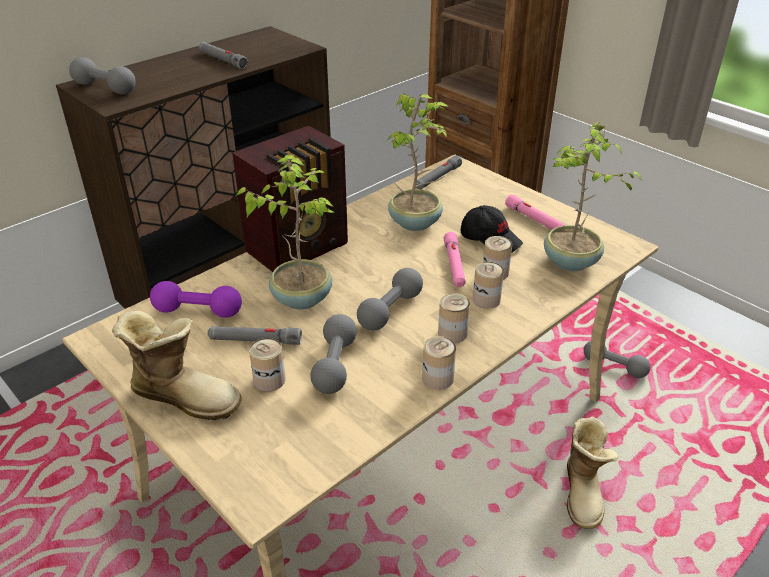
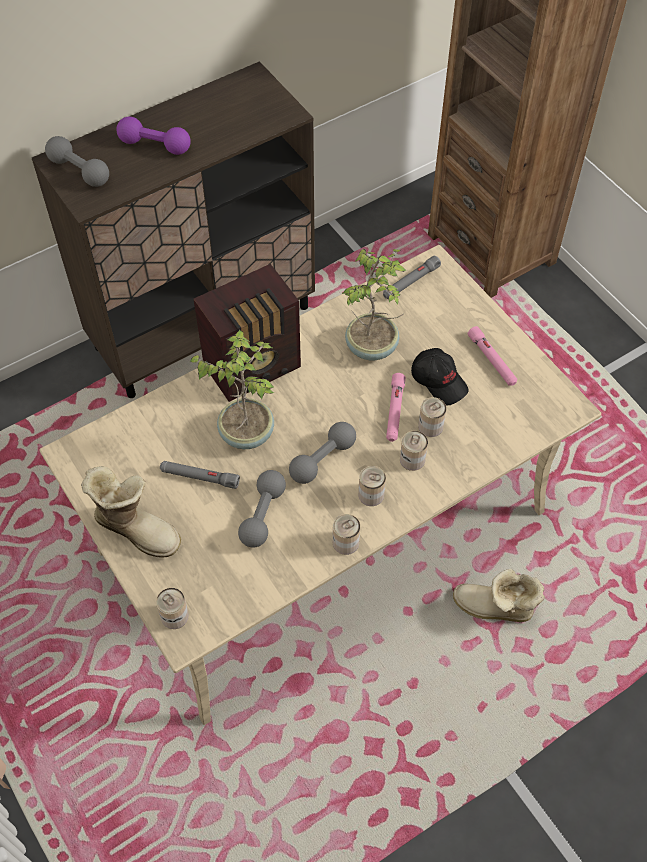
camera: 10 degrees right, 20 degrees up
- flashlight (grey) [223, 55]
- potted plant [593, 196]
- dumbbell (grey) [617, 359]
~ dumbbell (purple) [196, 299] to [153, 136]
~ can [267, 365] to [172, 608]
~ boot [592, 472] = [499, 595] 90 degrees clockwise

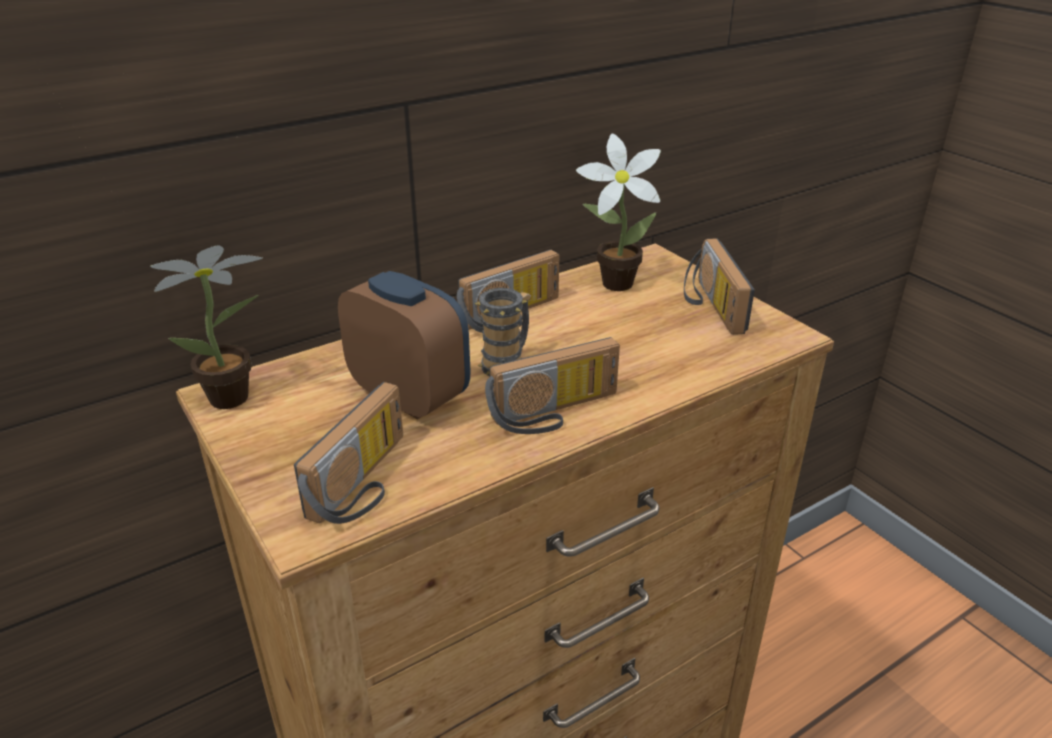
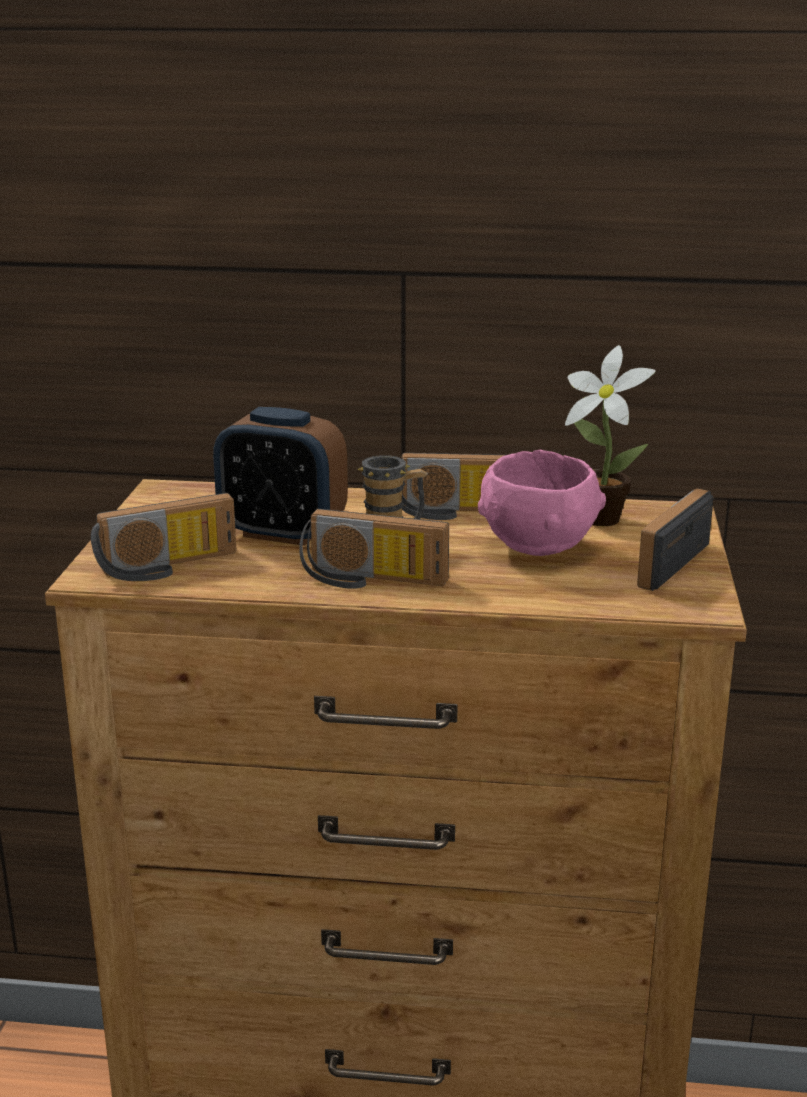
camera: 40 degrees right, 10 degrees down
- potted plant [206, 327]
+ bowl (pink) [542, 503]
~ alarm clock [404, 345] = [280, 476] 120 degrees clockwise

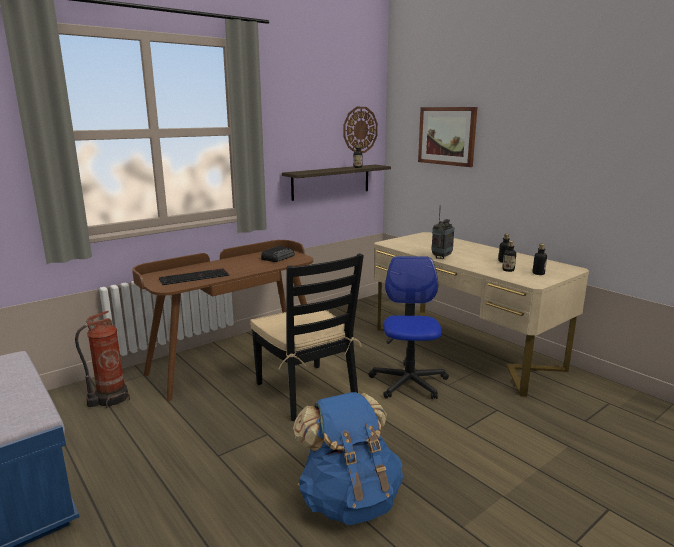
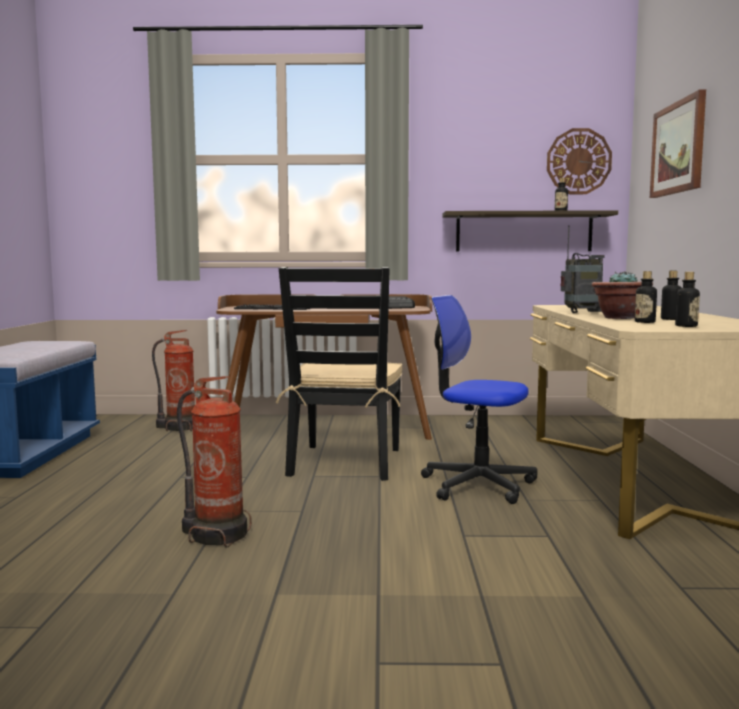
camera: 40 degrees right, 10 degrees down
+ potted plant [622, 295]
~ backpack (blue) [348, 458] to fire extinguisher [214, 461]
~ office chair [409, 327] = [479, 399] 105 degrees counterclockwise

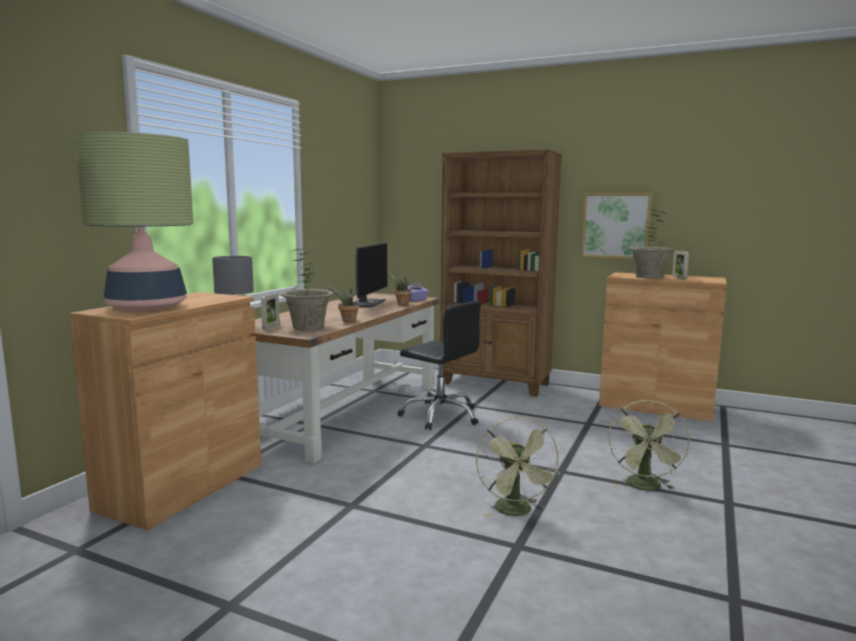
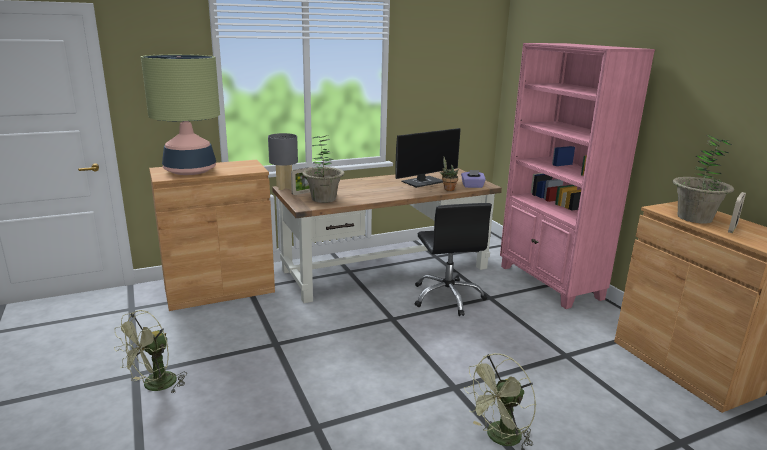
camera: 40 degrees right, 10 degrees up
- potted plant [342, 303]
- picture [616, 226]
~ fan (green) [518, 467] to [150, 352]
~ bookcase (brown) [501, 273] to bookcase (pink) [577, 176]

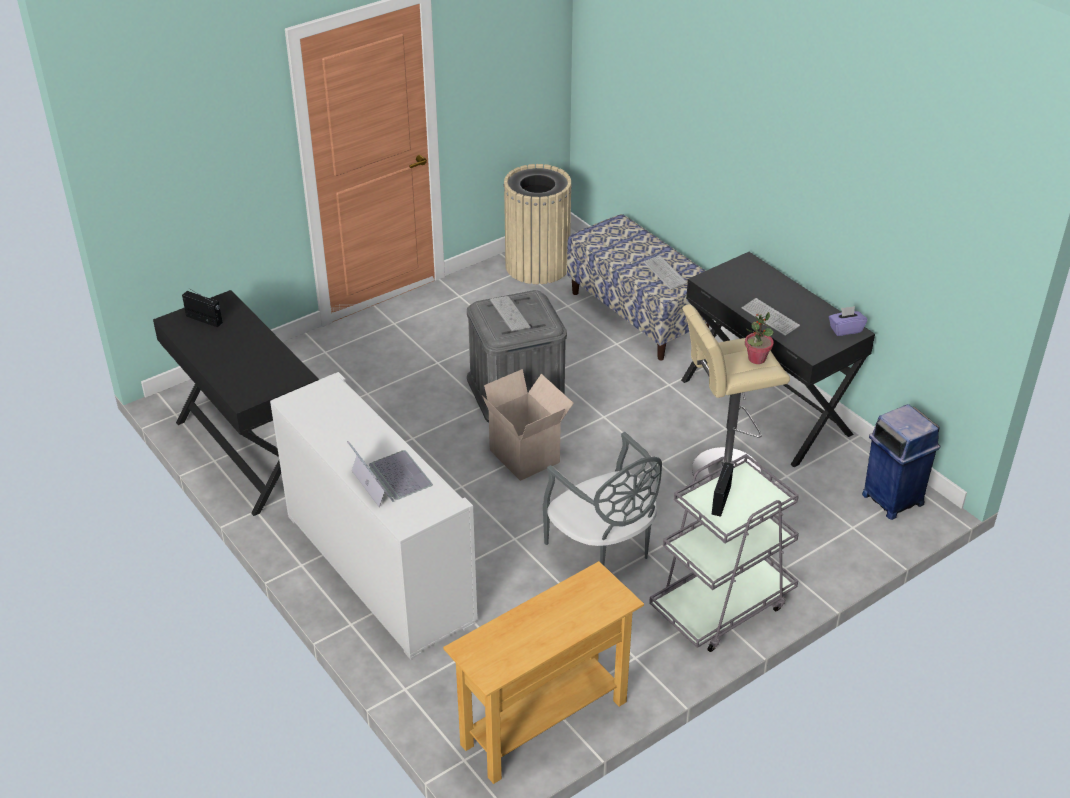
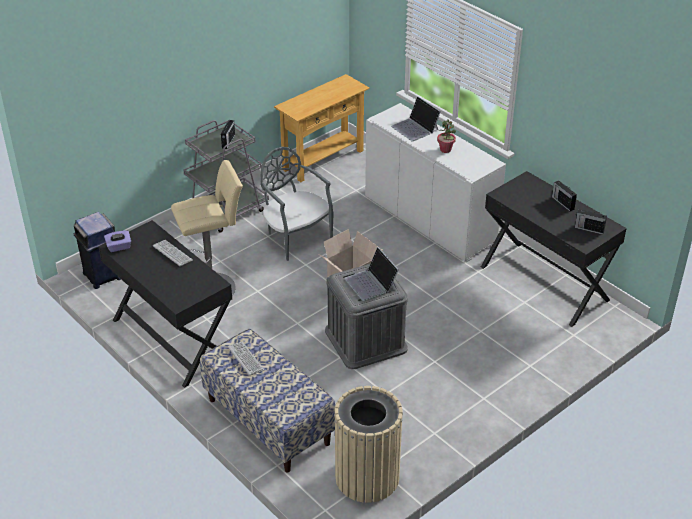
camera: 175 degrees right, 0 degrees up
+ radio [564, 195]
~ potted plant [759, 338] to [446, 136]
~ keyboard [510, 313] to laptop [371, 274]

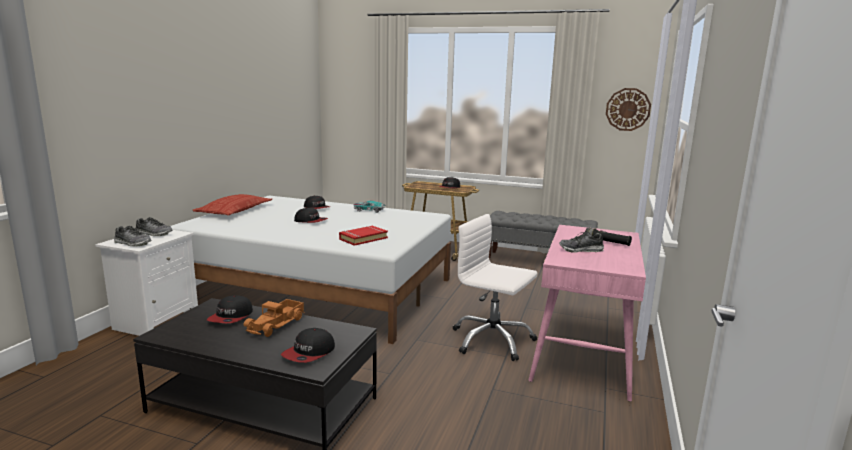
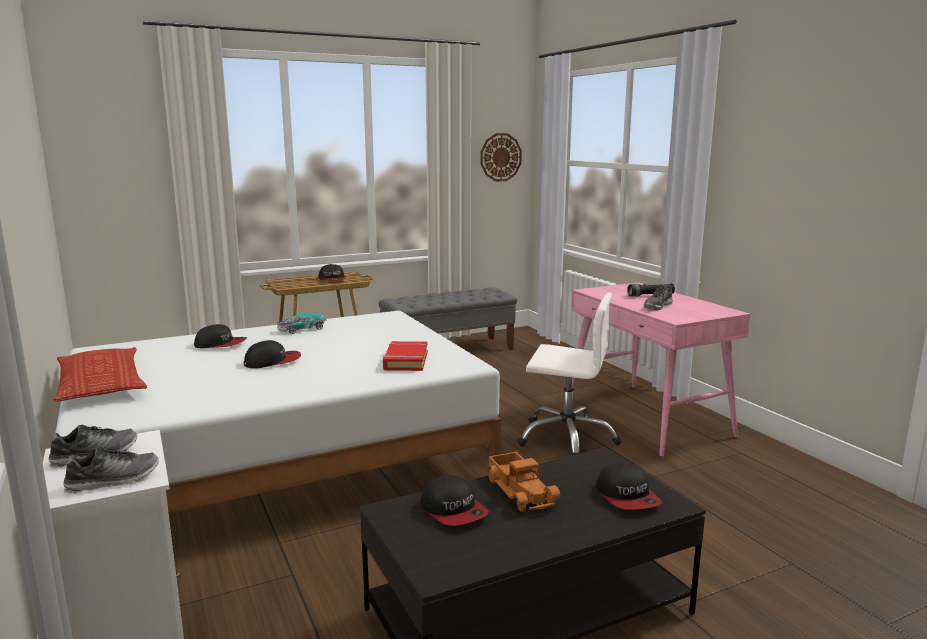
camera: 45 degrees left, 0 degrees up
~ office chair (white) [495, 287] = [569, 374] 150 degrees counterclockwise

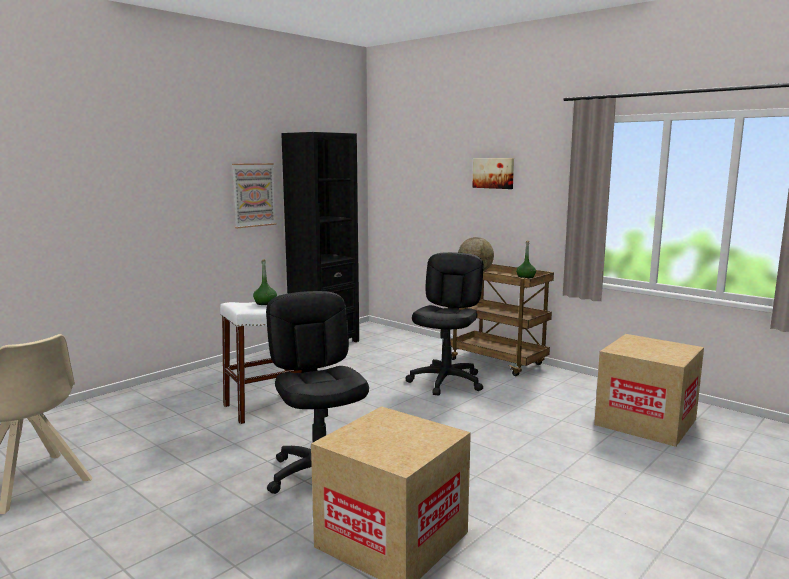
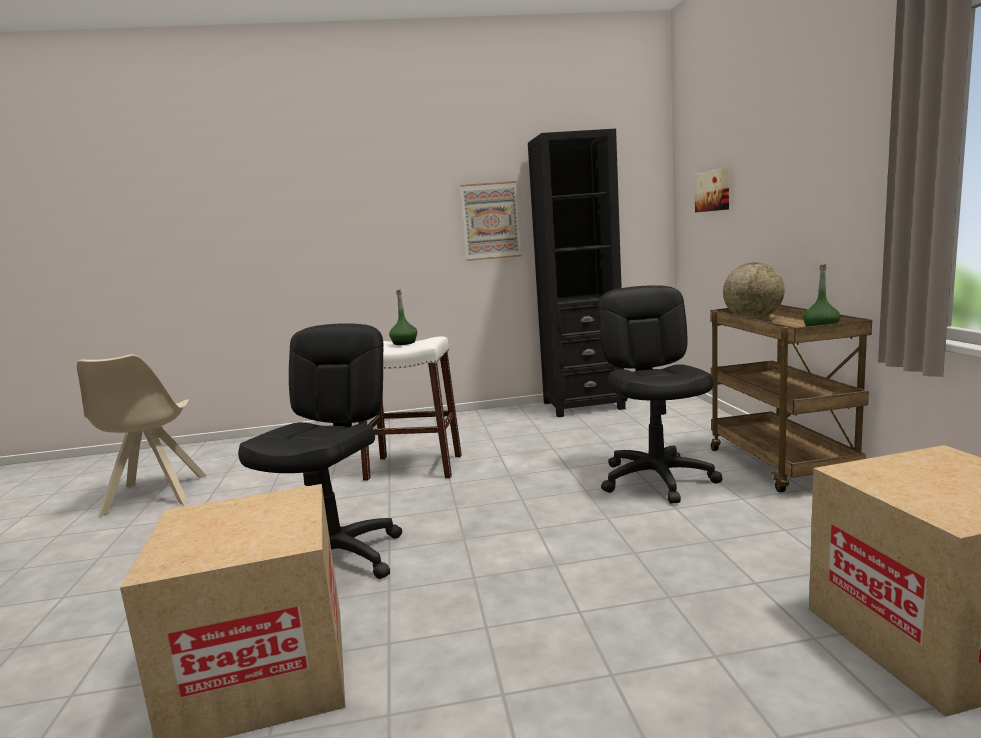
camera: 40 degrees right, 0 degrees up
~ picture [493, 173] to [712, 190]
~ office chair (black) [444, 324] = [660, 394] 60 degrees counterclockwise

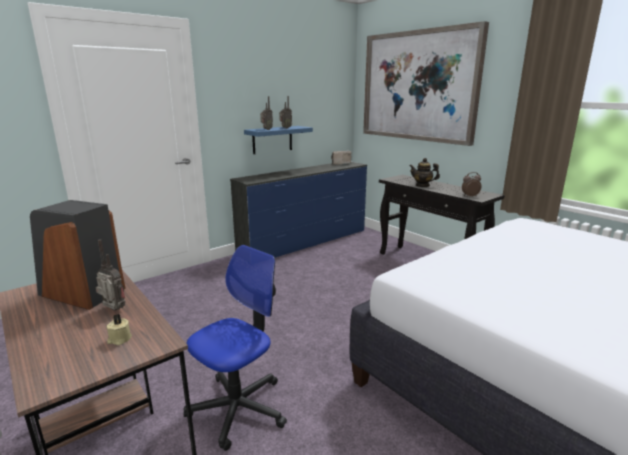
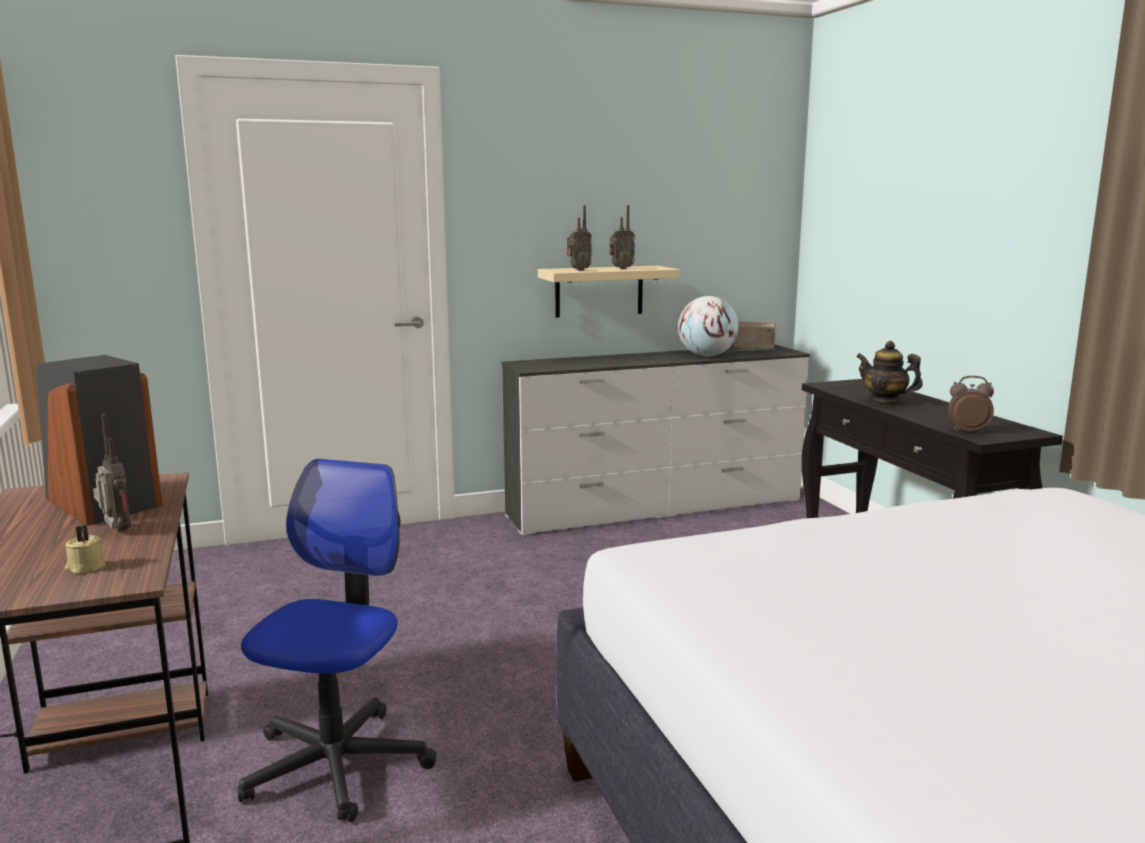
camera: 20 degrees right, 5 degrees down
- picture [426, 83]
+ globe [708, 326]
~ dresser (blue) [298, 210] to dresser (white) [656, 440]
~ shelf (blue) [278, 140] to shelf (beige) [609, 292]
~ office chair [235, 348] = [337, 640] 45 degrees counterclockwise

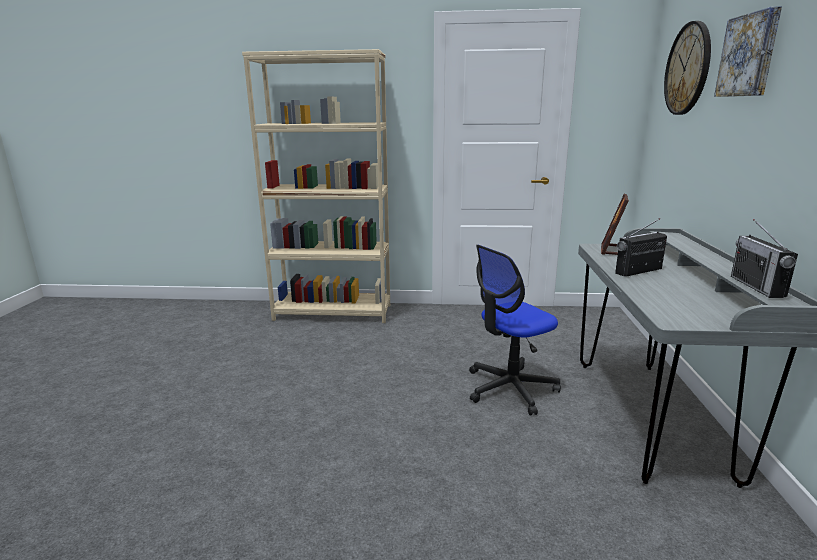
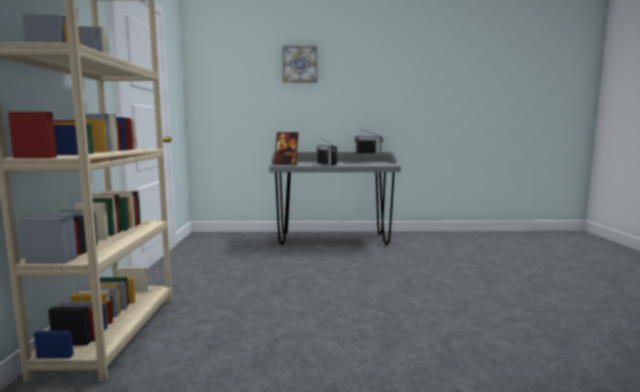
camera: 95 degrees left, 10 degrees down
- office chair [515, 330]
- wall clock [687, 68]

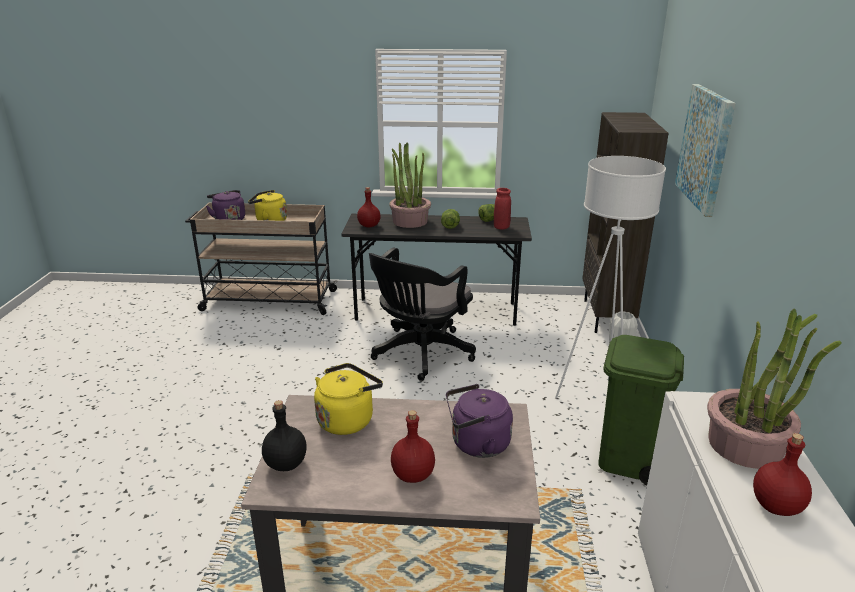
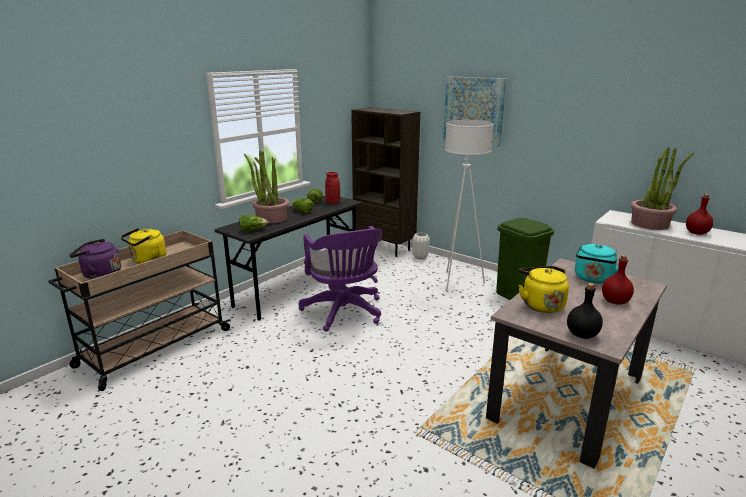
camera: 55 degrees left, 5 degrees down
~ bottle (red) [369, 207] to lettuce [253, 223]
~ office chair (black) [422, 314] to office chair (purple) [340, 279]
~ kettle (purple) [479, 421] to kettle (turquoise) [597, 263]

